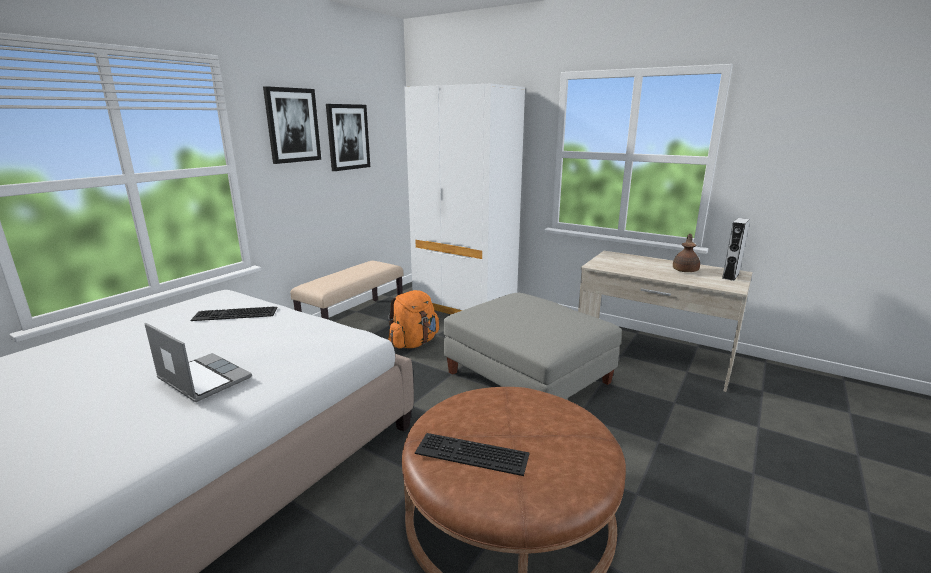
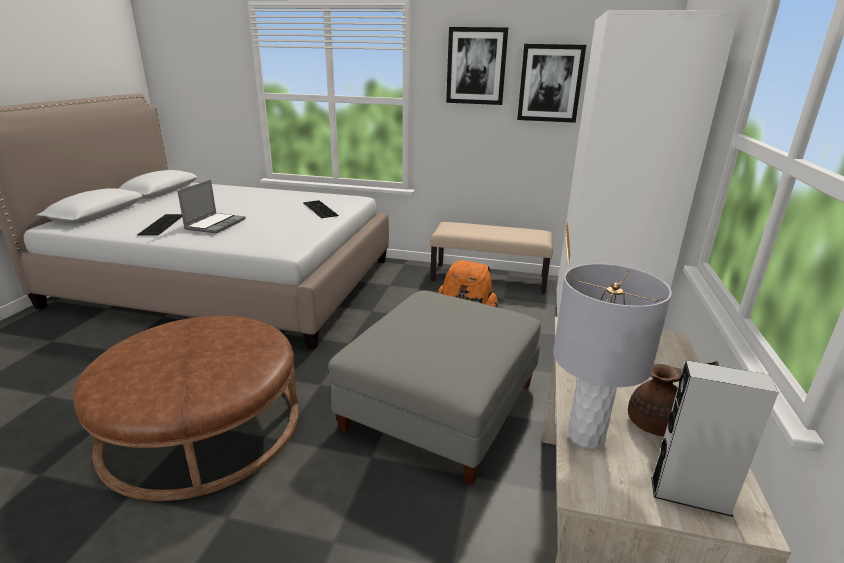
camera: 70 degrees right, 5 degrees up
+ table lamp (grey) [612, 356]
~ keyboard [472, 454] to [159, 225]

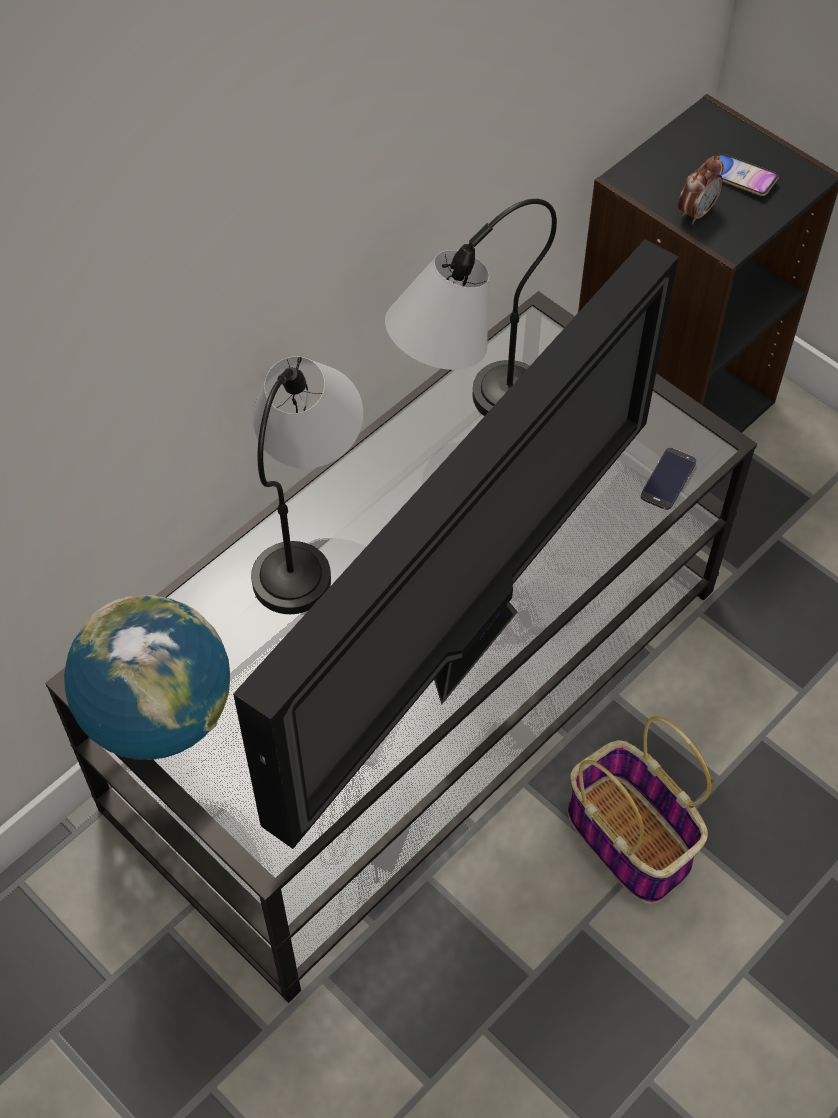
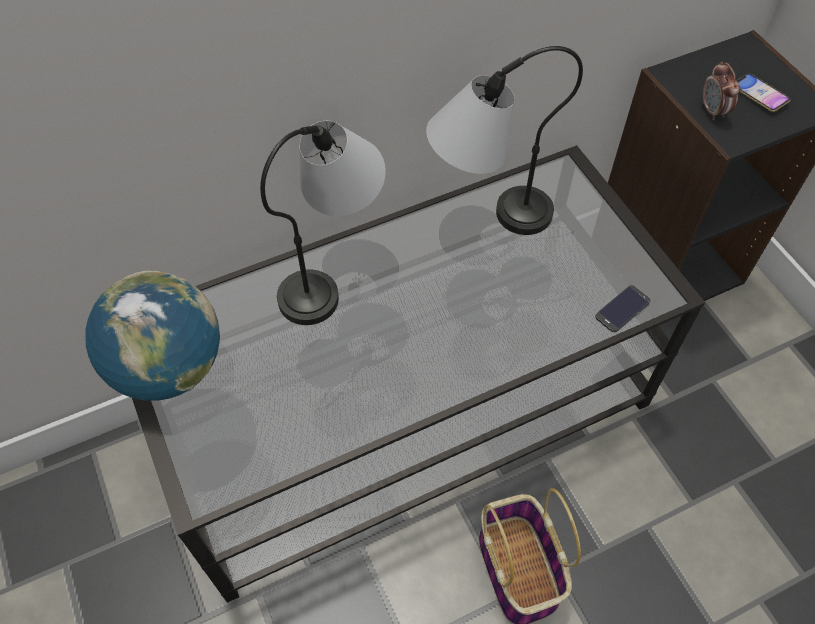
camera: 20 degrees right, 0 degrees up
- television [456, 544]
~ alarm clock [701, 190] = [721, 91] 105 degrees clockwise

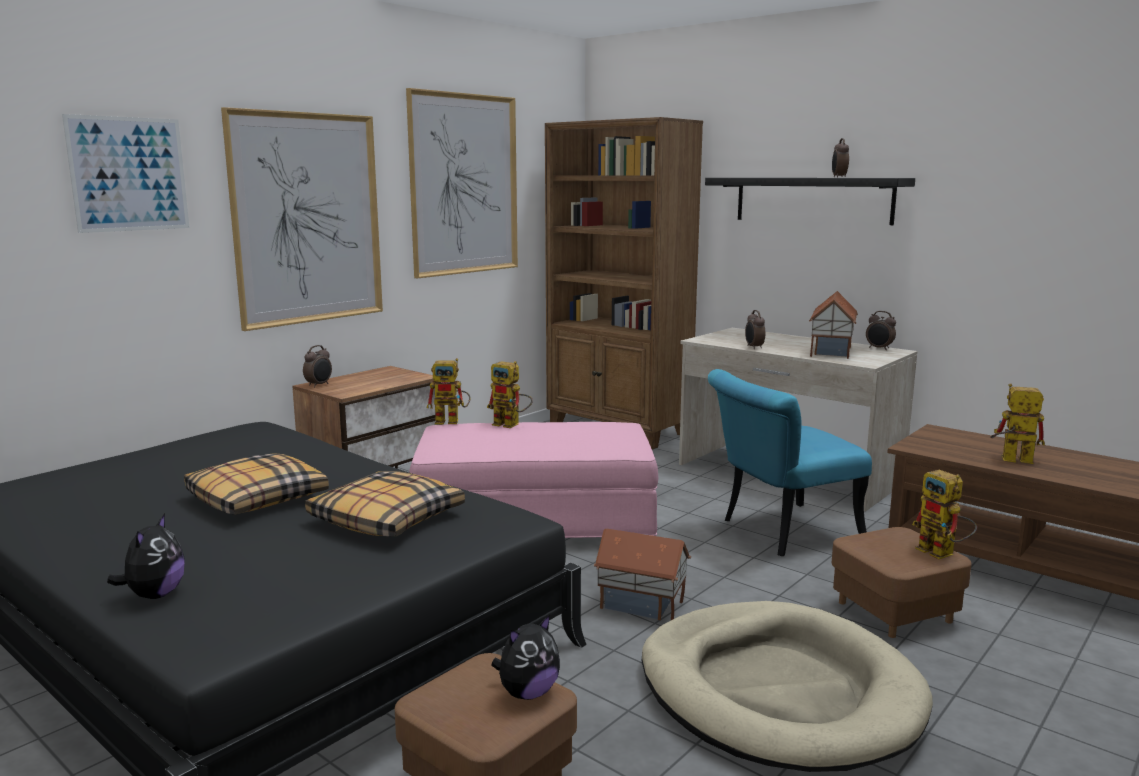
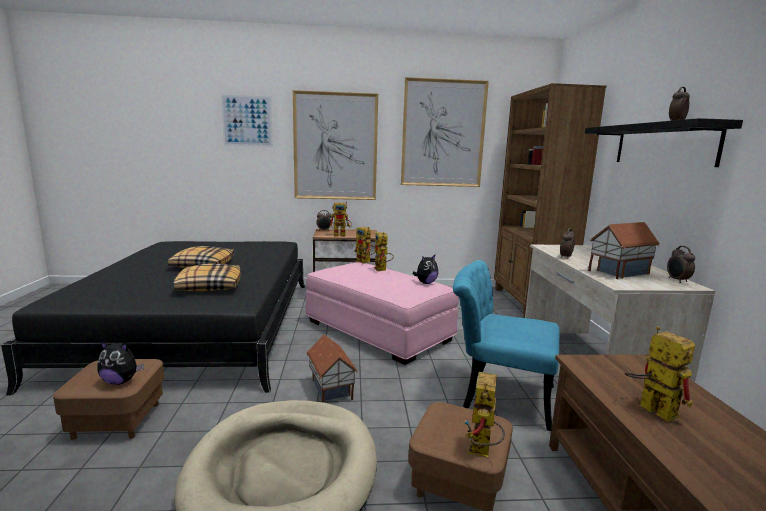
camera: 45 degrees right, 0 degrees up
+ toy robot [340, 219]
~ plush toy [146, 556] to [425, 269]

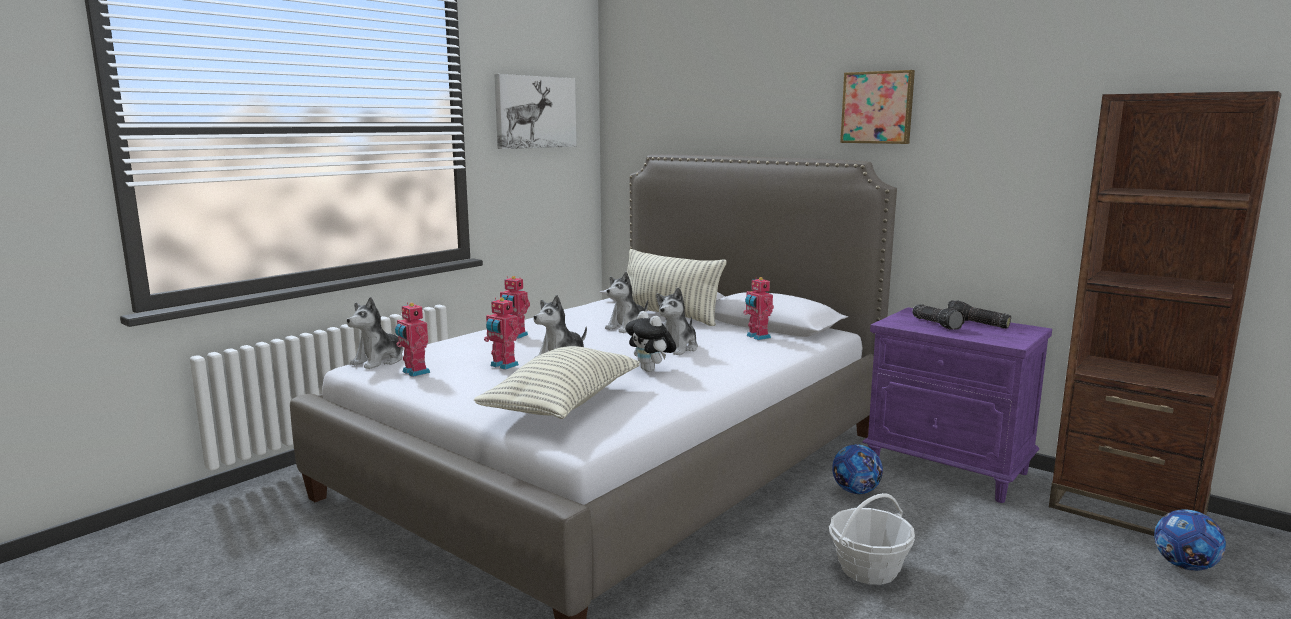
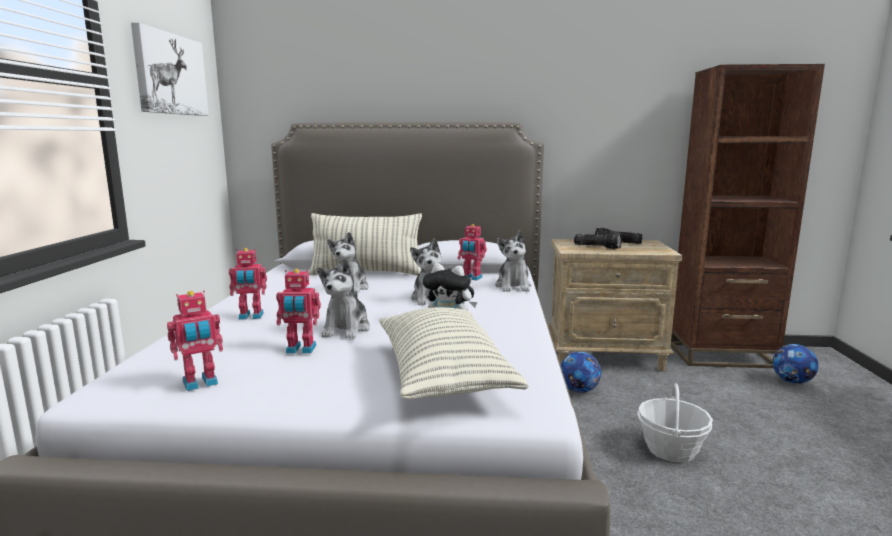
camera: 35 degrees left, 0 degrees up
- picture [877, 107]
~ plush toy [375, 333] to [513, 261]
~ nightstand (purple) [957, 405] to nightstand (beige) [615, 305]
~ toy robot [412, 339] = [195, 340] 45 degrees counterclockwise

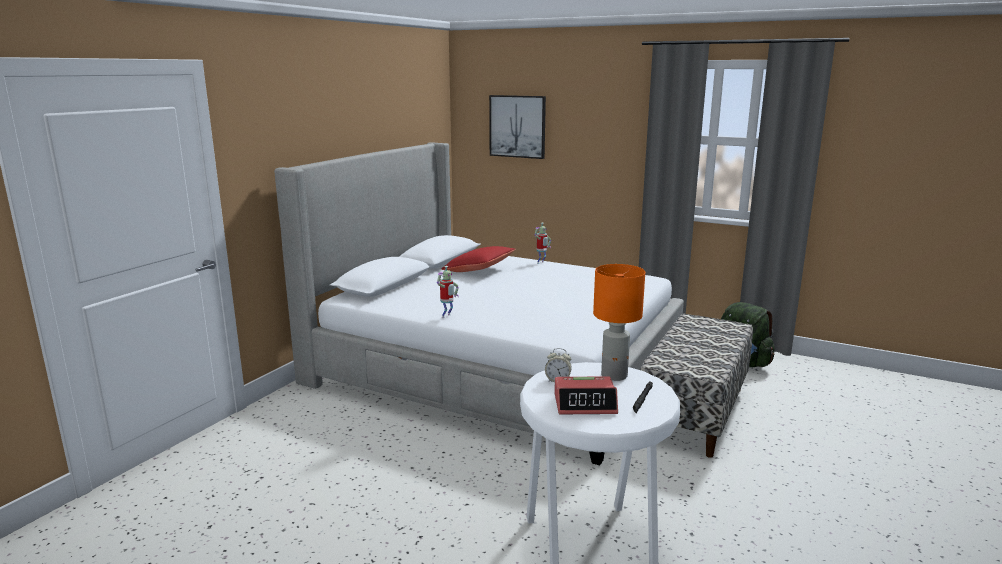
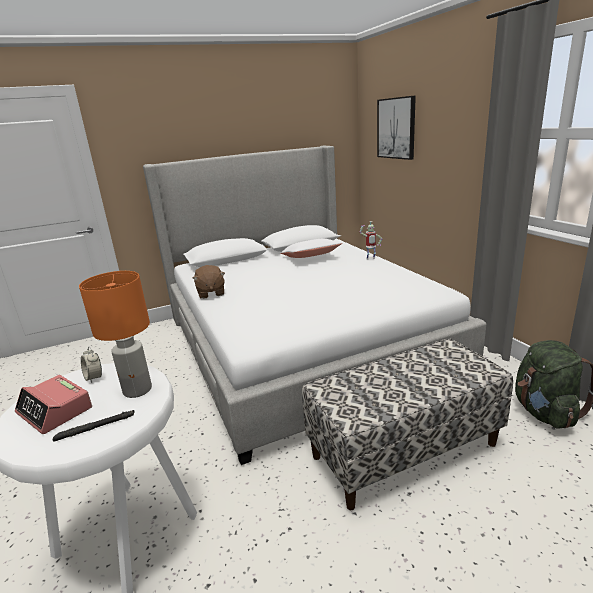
camera: 40 degrees right, 5 degrees up
~ toy robot [448, 292] to plush toy (brown) [208, 282]
~ pillow (red) [479, 259] to pillow (white) [311, 248]

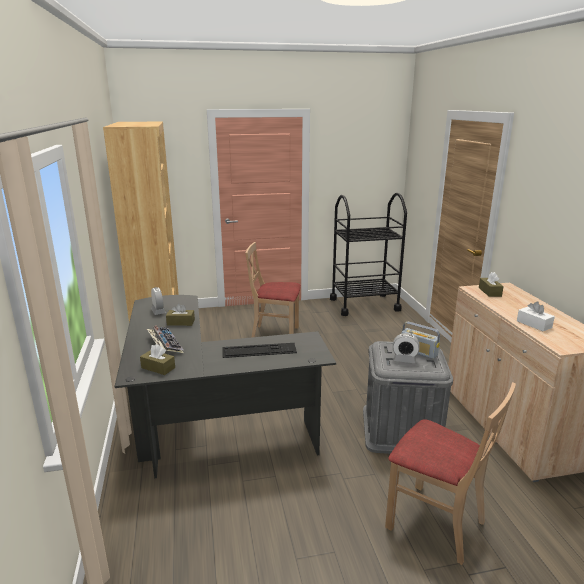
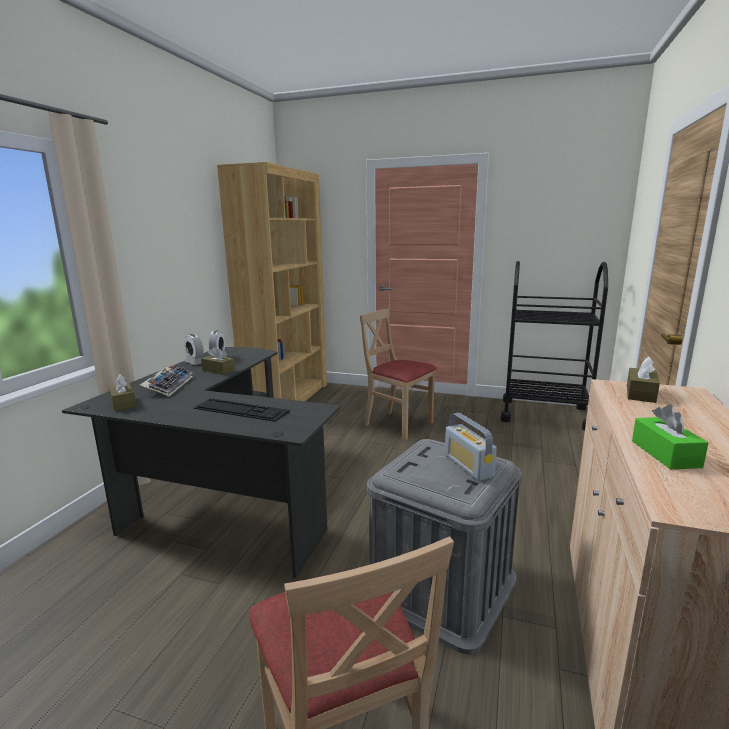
camera: 30 degrees right, 5 degrees down
~ alarm clock [406, 348] to [194, 349]
~ tissue box (white) [536, 316] to tissue box (green) [670, 436]

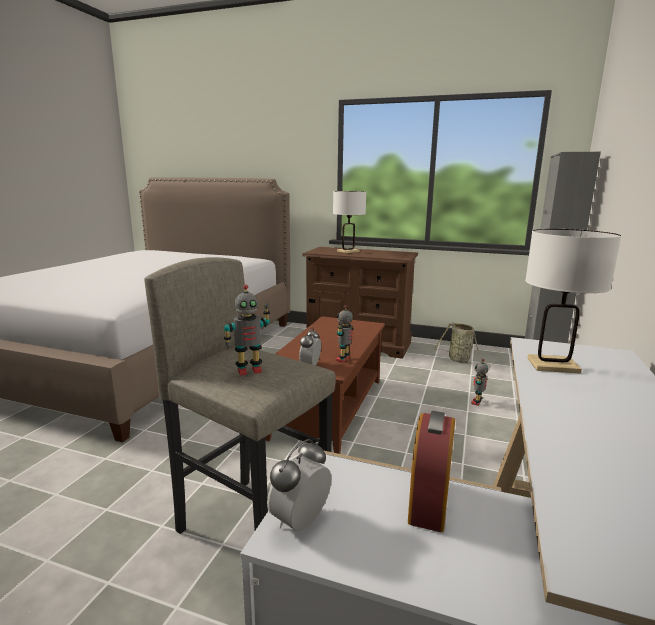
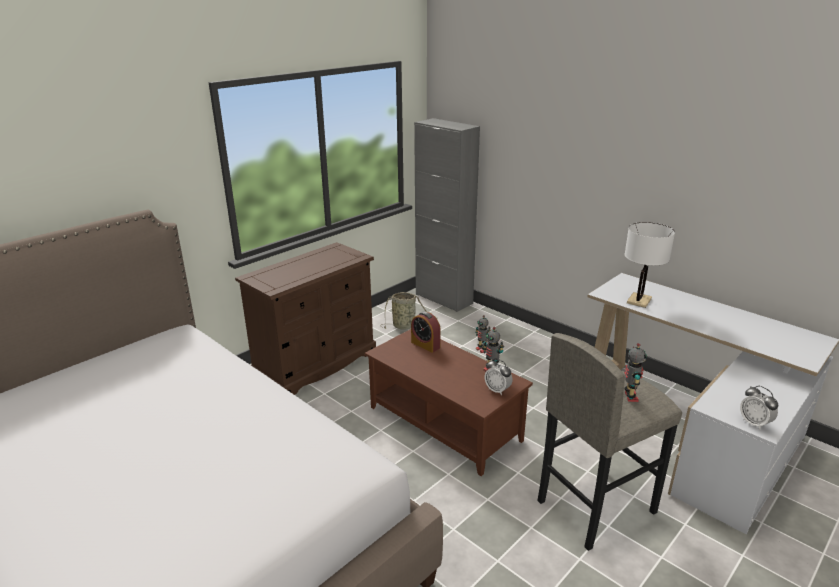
camera: 65 degrees left, 10 degrees up
- table lamp (white) [349, 222]
~ alarm clock [431, 471] to [426, 332]

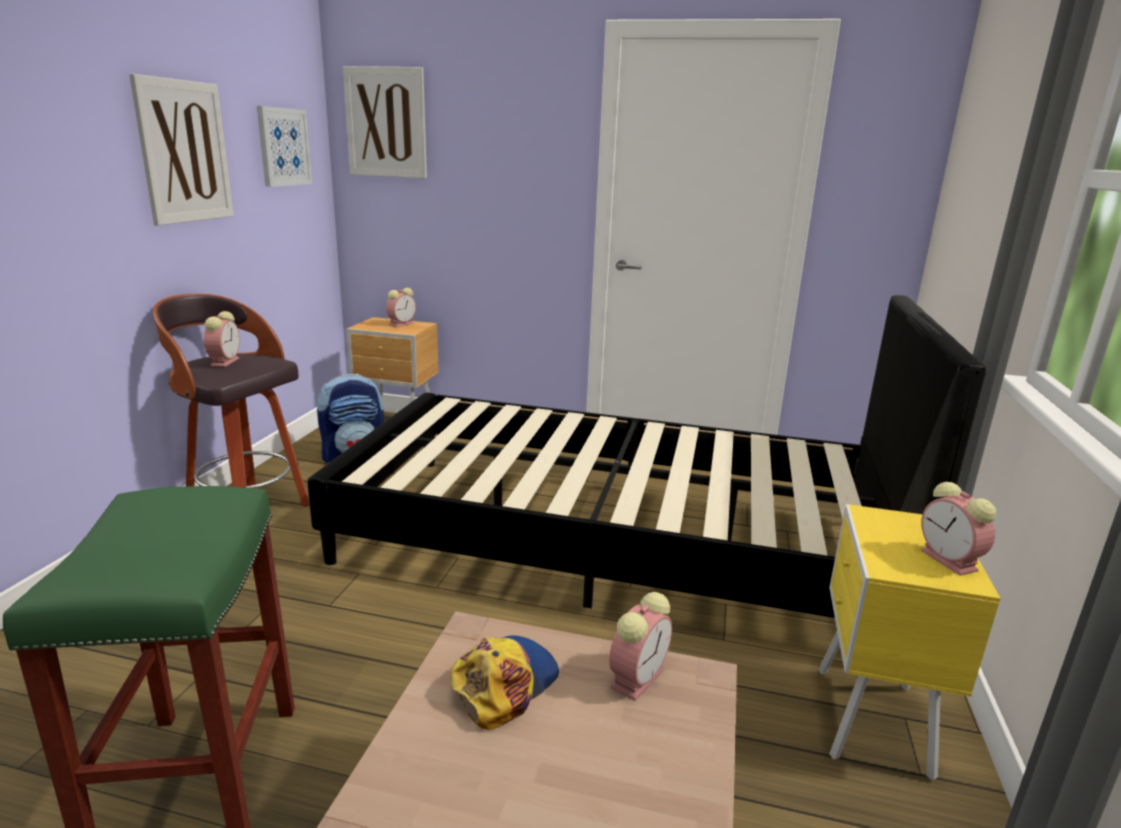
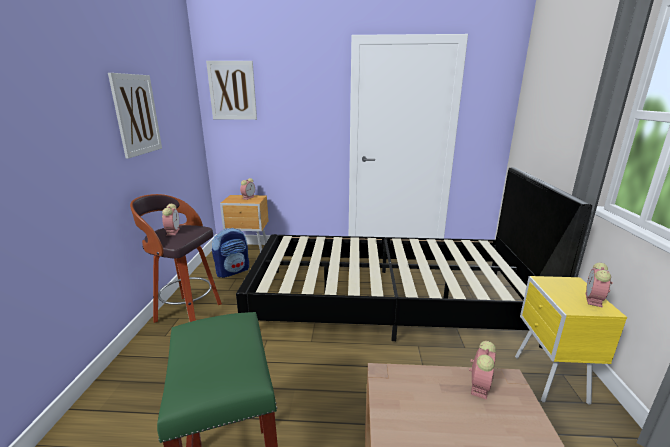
camera: 10 degrees left, 0 degrees up
- picture [284, 146]
- cap [504, 682]
~ alarm clock [958, 529] = [599, 285] 60 degrees clockwise

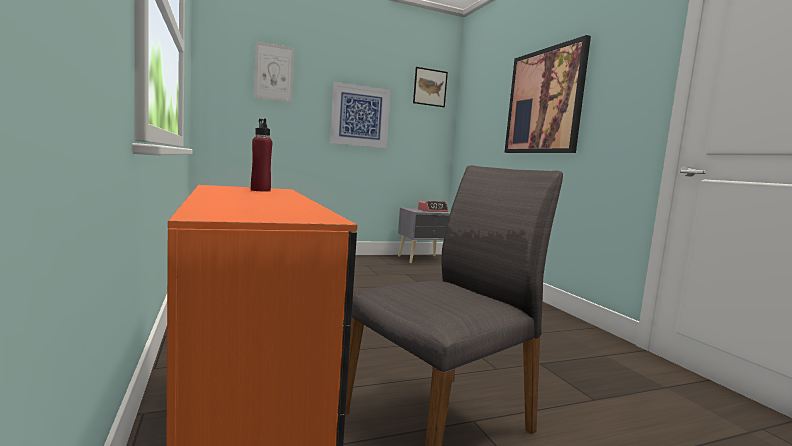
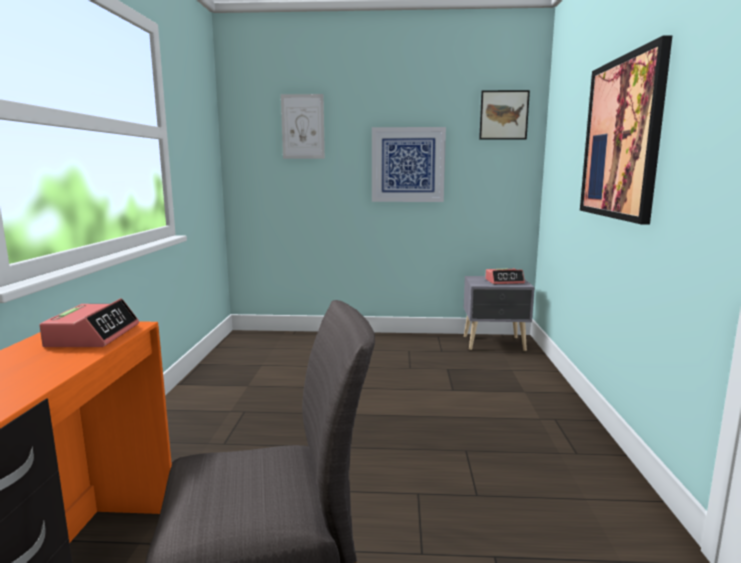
camera: 25 degrees right, 5 degrees up
~ bottle (red) [261, 155] to alarm clock [89, 322]

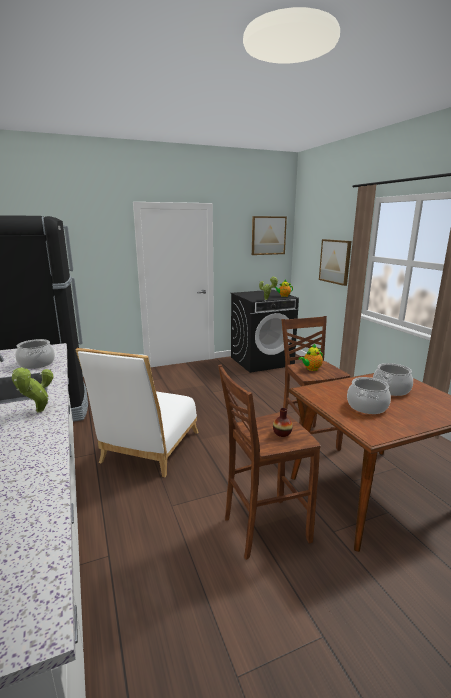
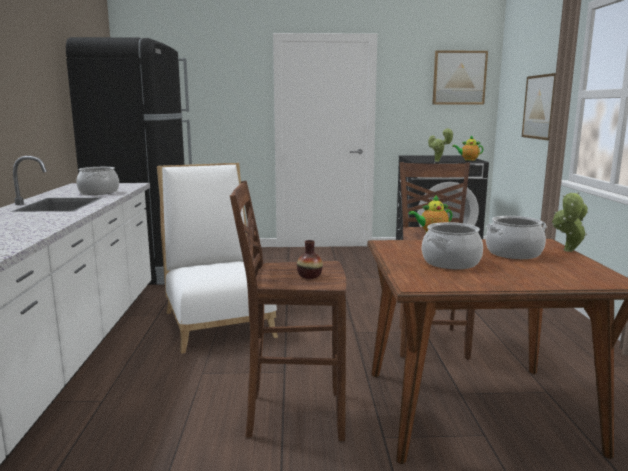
camera: 20 degrees right, 5 degrees down
~ potted plant [33, 389] to [570, 222]
~ chair (white) [136, 412] = [217, 258] 120 degrees clockwise

